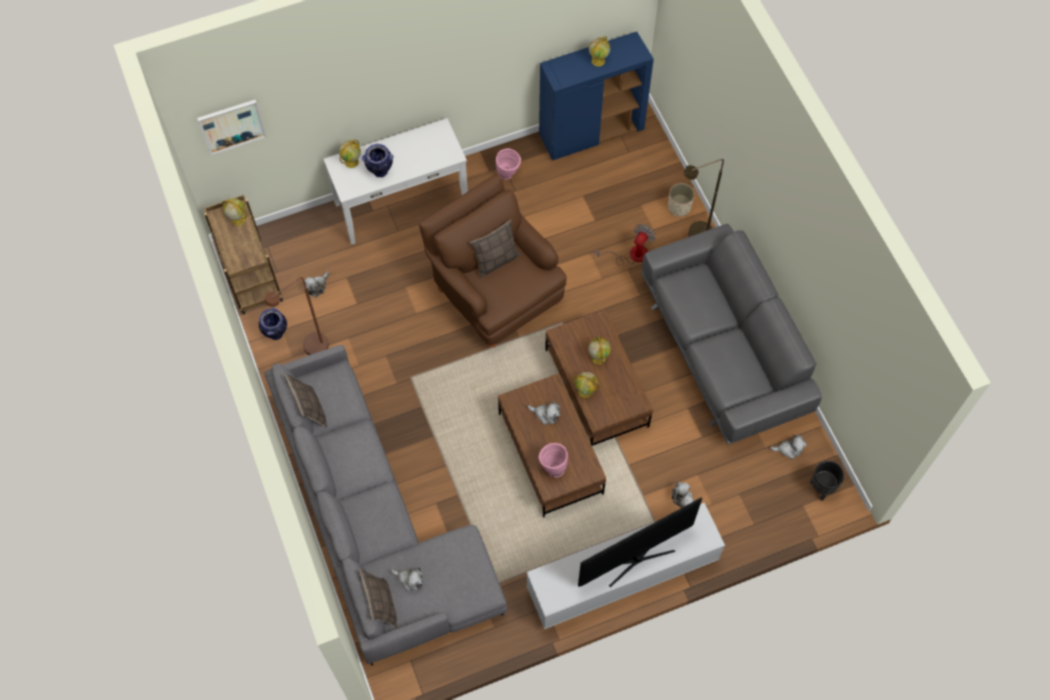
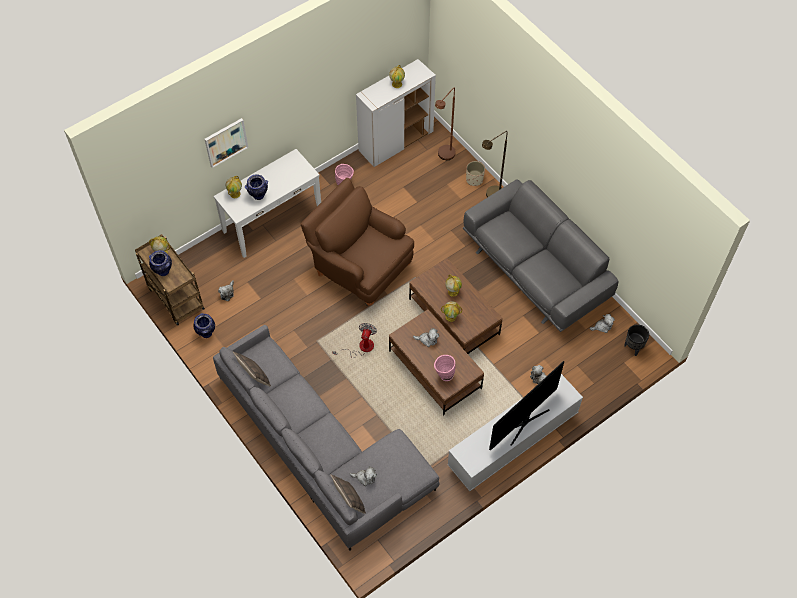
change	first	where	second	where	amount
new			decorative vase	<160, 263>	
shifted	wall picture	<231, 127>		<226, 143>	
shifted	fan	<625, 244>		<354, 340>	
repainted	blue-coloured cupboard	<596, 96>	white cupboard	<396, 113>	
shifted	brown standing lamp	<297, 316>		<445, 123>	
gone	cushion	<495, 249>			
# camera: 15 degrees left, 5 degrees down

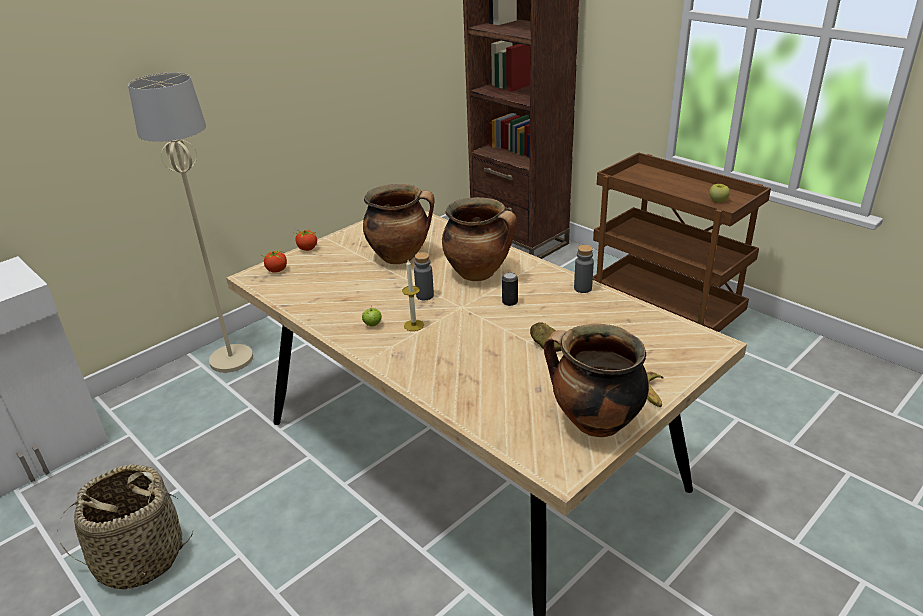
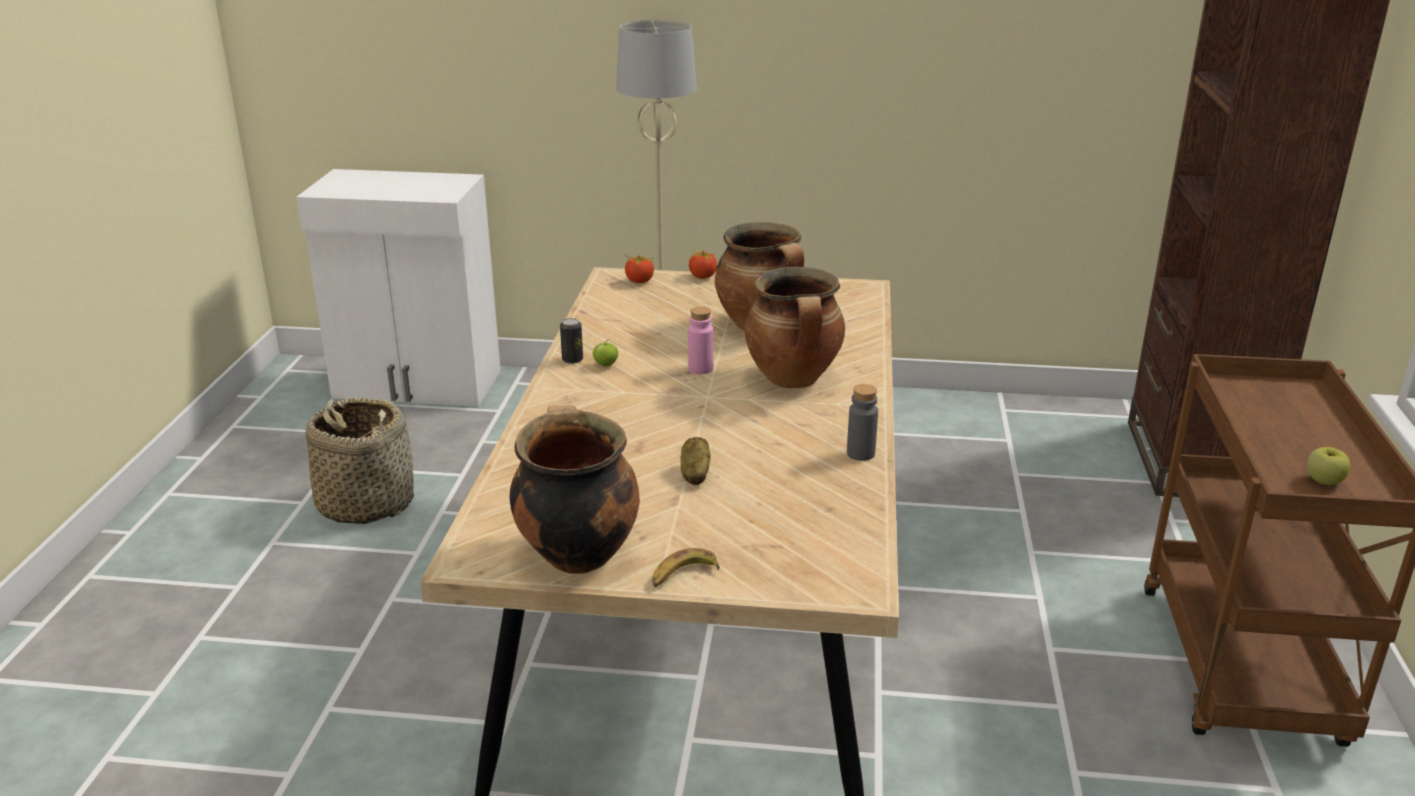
change	first	where	second	where	amount
shifted	can	<510, 289>		<571, 341>	
repainted	grey bottle	<424, 276>	pinkish bottle	<700, 340>	
gone	candle	<413, 295>			
# camera: 50 degrees right, 5 degrees down

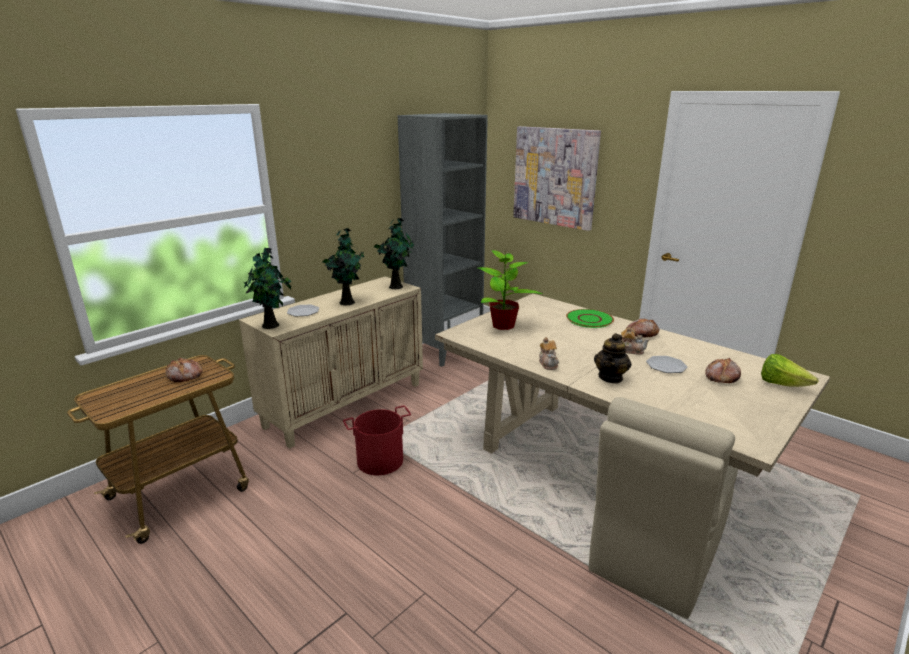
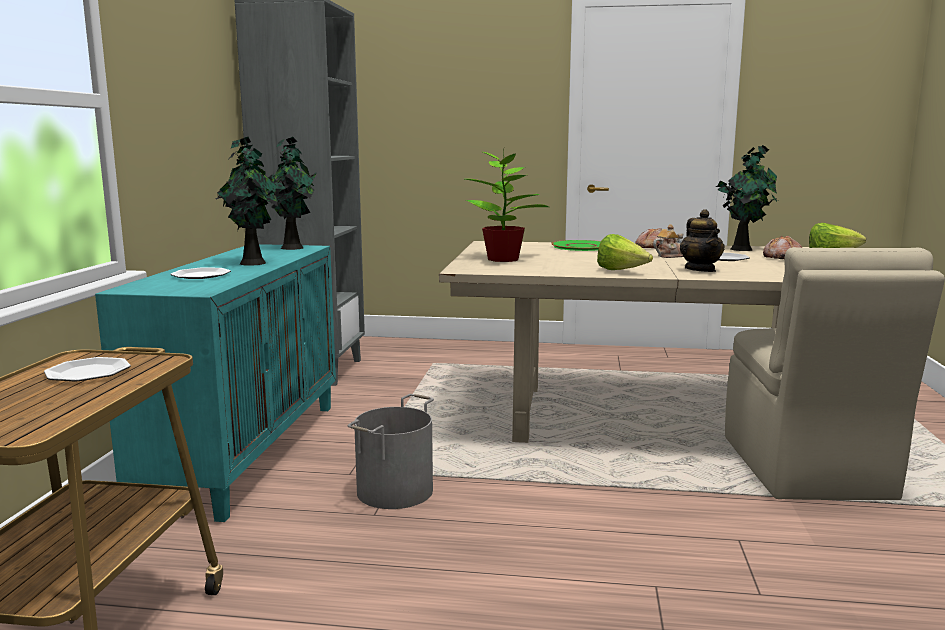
change	first	where	second	where	amount
swapped	baked bread	<184, 370>	dinner plate	<87, 369>	
repainted	sand-coloured cupboard	<331, 362>	blue-green cupboard	<215, 383>	
repainted	red-coloured bucket	<377, 440>	grey bucket	<391, 451>	
swapped	pot for tea	<549, 353>	lettuce	<625, 252>	
shifted	plant in a pot	<267, 288>		<747, 198>	
gone	wall picture	<557, 178>			
# camera: 35 degrees left, 10 degrees down

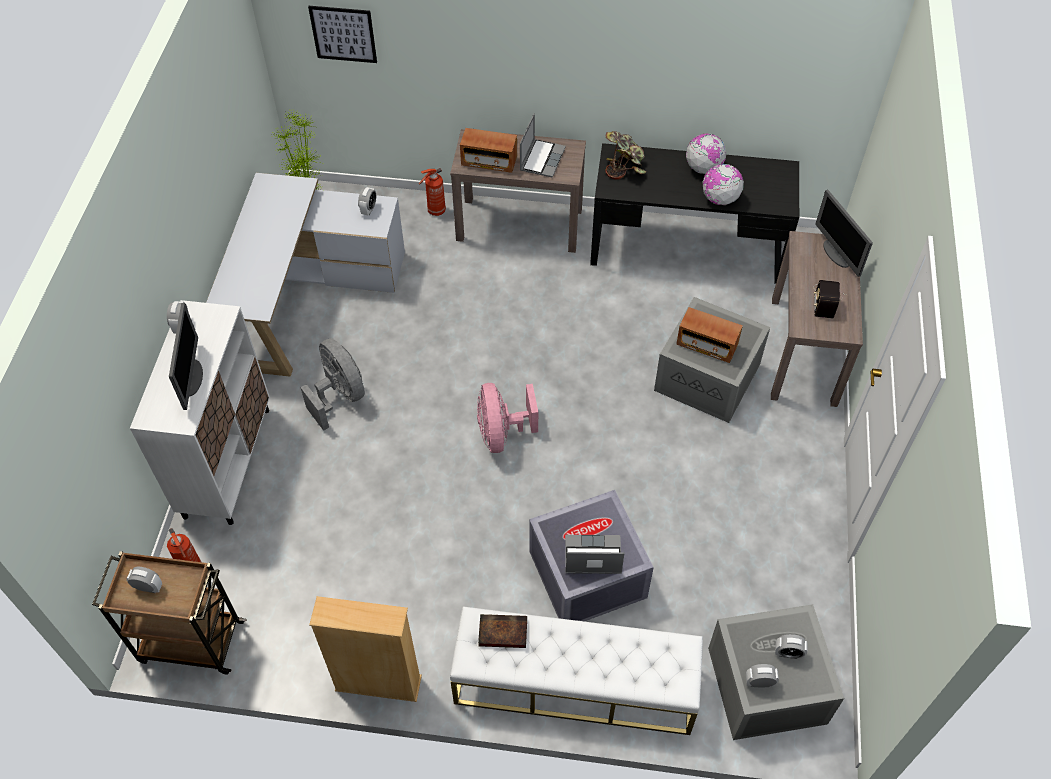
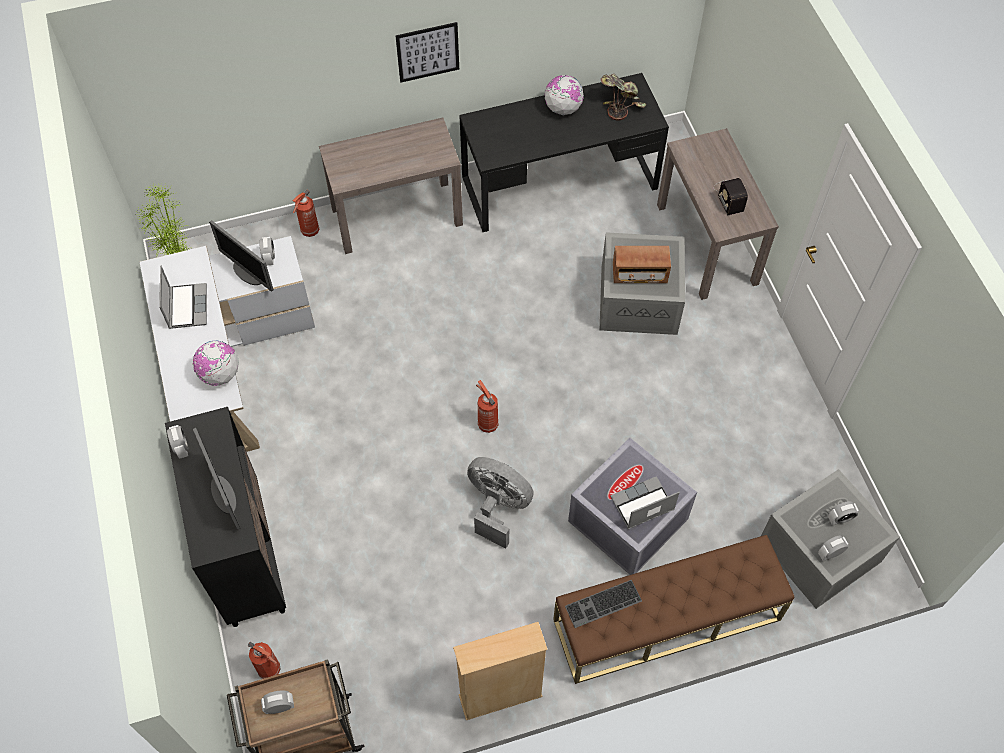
change	first	where	second	where	amount
shifted	portable computer	<543, 145>		<183, 297>	
repainted	white cupboard	<200, 412>	blackish cupboard	<225, 517>	
shifted	globe	<723, 184>		<216, 363>	
shifted	computer display	<844, 233>		<241, 256>	
shifted	wall picture	<342, 34>		<427, 52>	
shifted	grey fan	<332, 384>		<500, 503>	
swapped	pinkish fan	<507, 418>	fire-fighting cylinder	<487, 406>	
repainted	white indoor bench	<576, 671>	brown indoor bench	<673, 609>	
swapped	book	<502, 631>	keyboard	<603, 604>	
shifted	plant in a pot	<625, 155>		<623, 97>	
gone	radio set	<488, 150>			
# camera: 25 degrees left, 5 degrees up

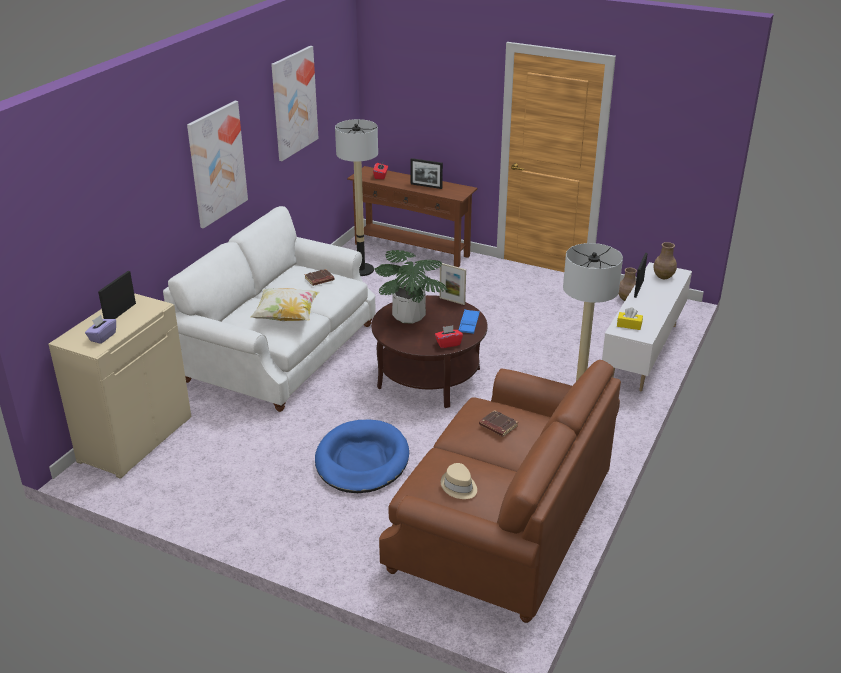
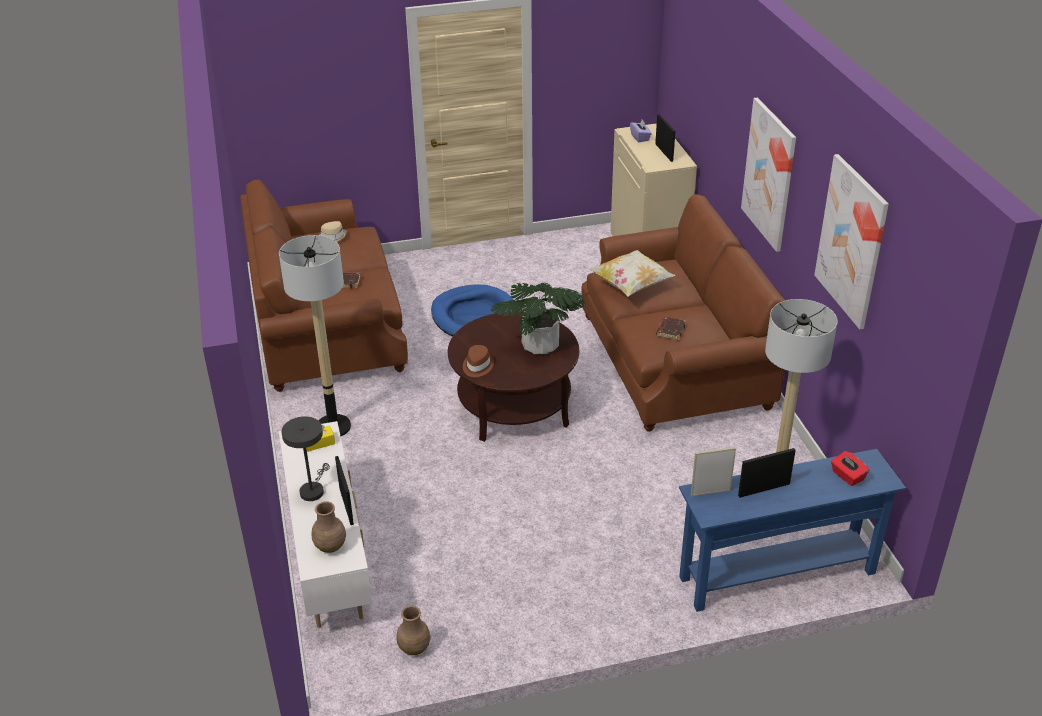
change	first	where	second	where	amount
new			grey table lamp	<305, 458>	
swapped	blue-coloured carrying tray	<469, 321>	brown clothing hat	<478, 361>	
repainted	white couch	<269, 309>	brown couch	<683, 313>	
repainted	brown hall table	<412, 216>	blue-coloured hall table	<792, 530>	
shifted	standing frame	<453, 284>		<713, 472>	
gone	red-coloured tissue box	<449, 336>			
# camera: 140 degrees right, 5 degrees up

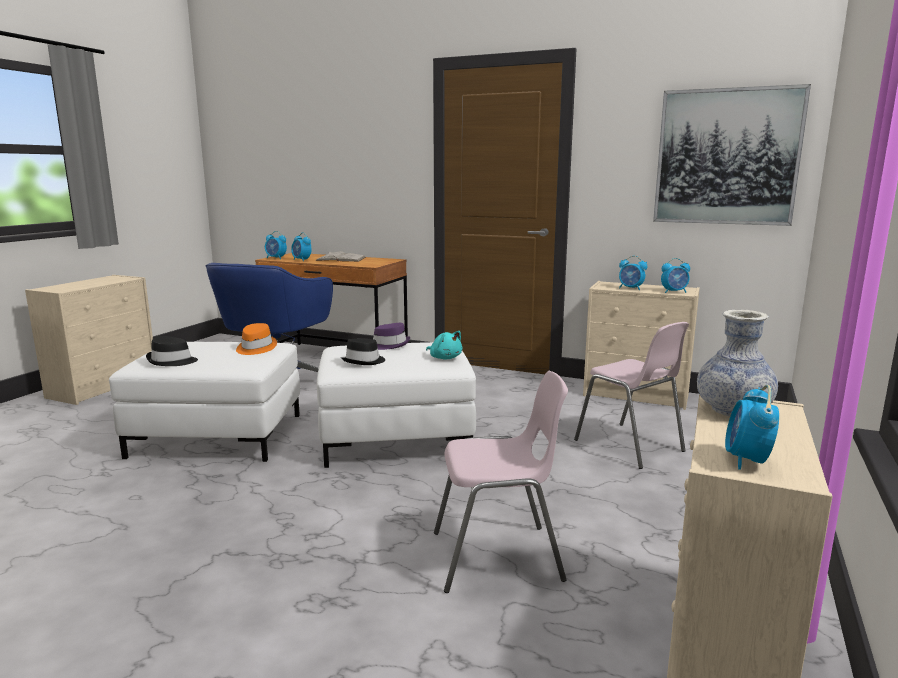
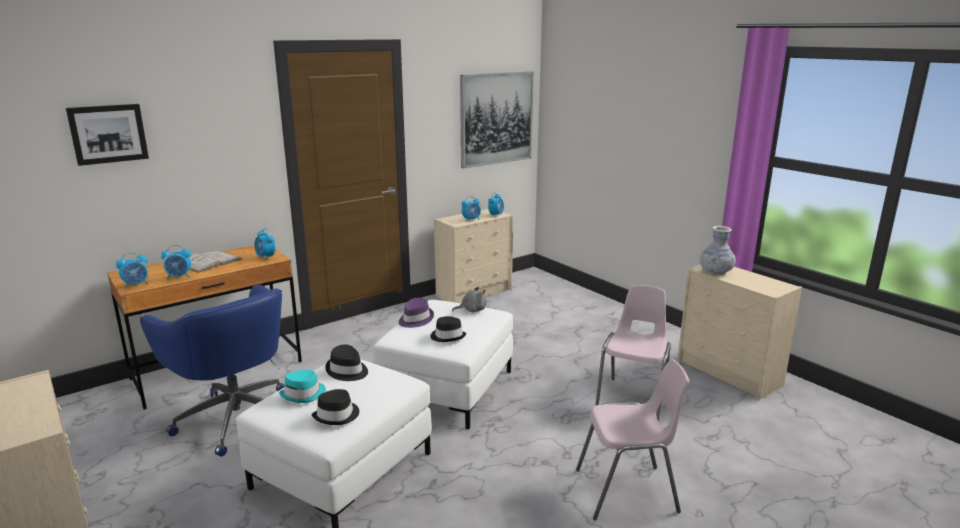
change	first	where	second	where	amount
new			wall picture	<107, 135>	
shifted	table clock	<752, 427>		<264, 244>	
new			blue-green clothing hat	<302, 386>	
repainted	orange-coloured clothing hat	<256, 339>	blackish clothing hat	<346, 362>	
repainted	blue-green soft toy	<444, 345>	grey soft toy	<469, 299>	
shifted	pinkish upright chair	<631, 395>		<633, 439>	
# camera: 60 degrees left, 5 degrees up

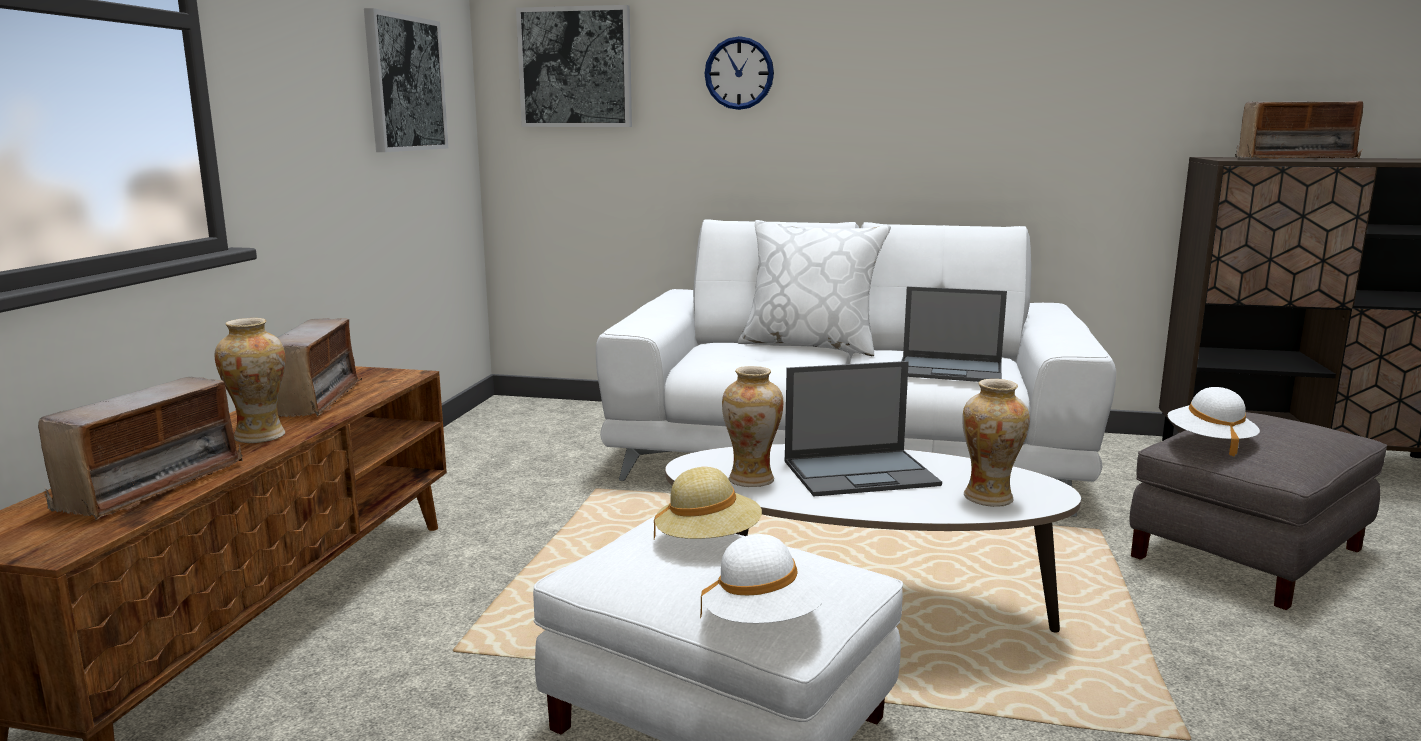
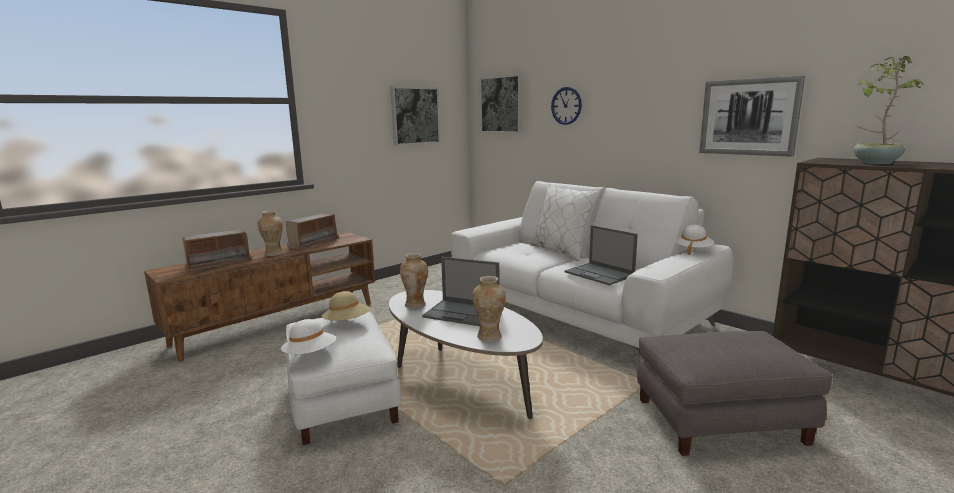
change	first	where	second	where	amount
shifted	white clothing hat	<1214, 421>		<694, 240>	
new			wall picture	<752, 116>	
swapped	radio set	<1299, 129>	plant in a pot	<888, 110>	
# camera: 35 degrees right, 0 degrees up

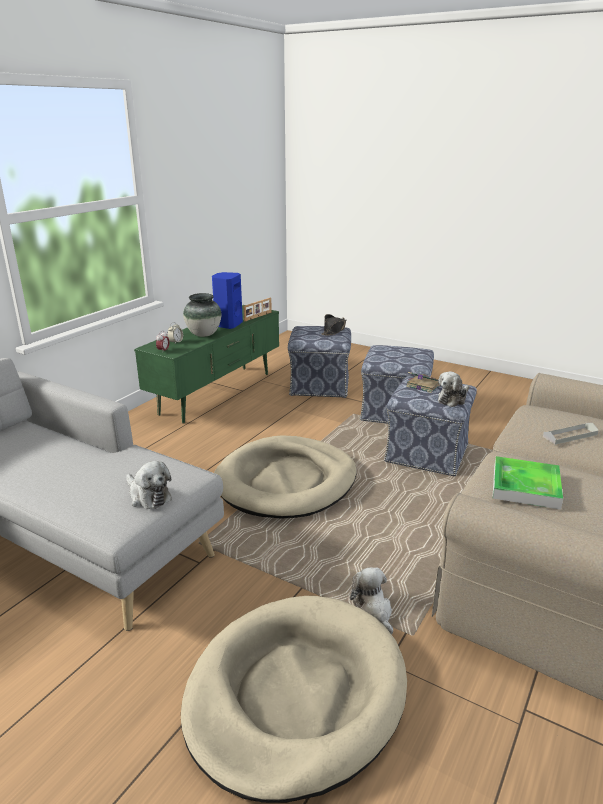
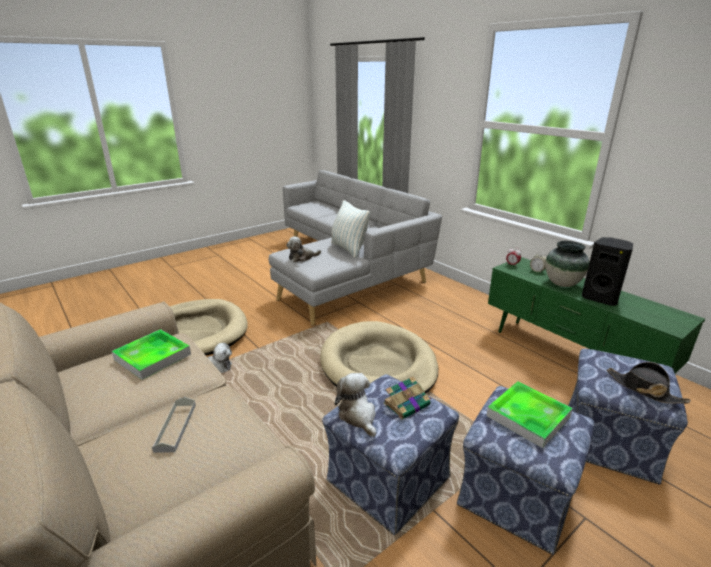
change	first	where	second	where	amount
new			cushion	<350, 229>	
new			carrying tray	<529, 414>	
repainted	blue-coloured speaker	<227, 300>	blackish speaker	<607, 271>	
gone	standing frame	<257, 309>			
# camera: 110 degrees right, 0 degrees up

